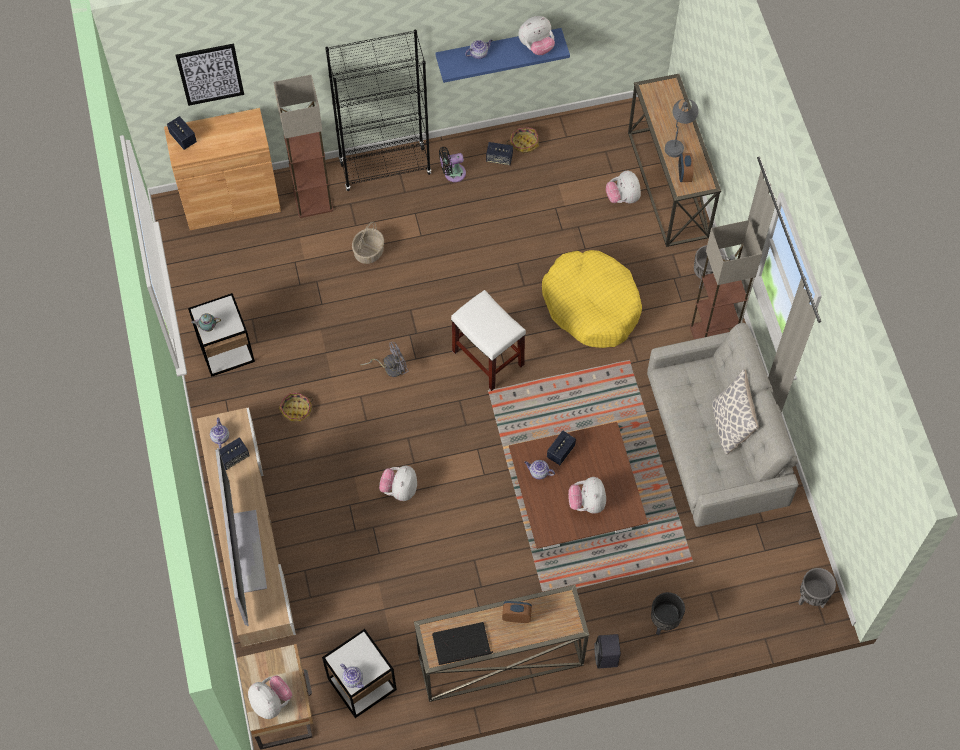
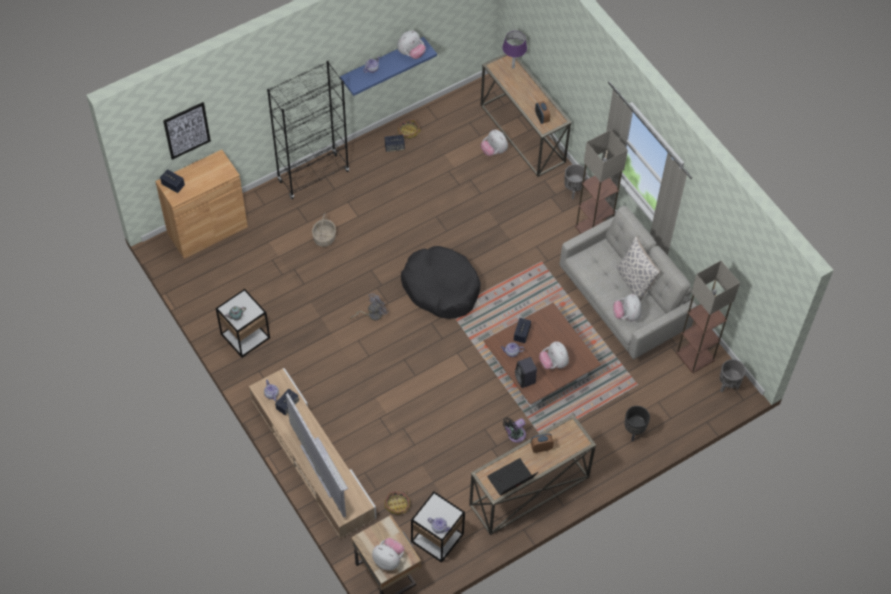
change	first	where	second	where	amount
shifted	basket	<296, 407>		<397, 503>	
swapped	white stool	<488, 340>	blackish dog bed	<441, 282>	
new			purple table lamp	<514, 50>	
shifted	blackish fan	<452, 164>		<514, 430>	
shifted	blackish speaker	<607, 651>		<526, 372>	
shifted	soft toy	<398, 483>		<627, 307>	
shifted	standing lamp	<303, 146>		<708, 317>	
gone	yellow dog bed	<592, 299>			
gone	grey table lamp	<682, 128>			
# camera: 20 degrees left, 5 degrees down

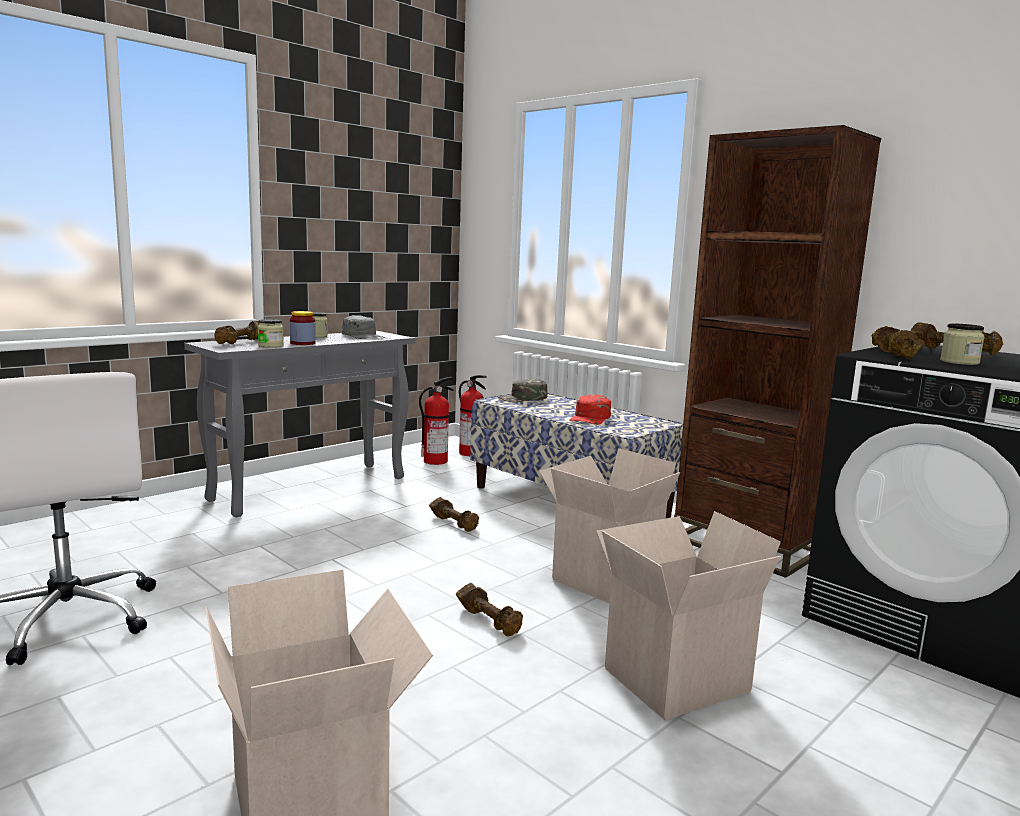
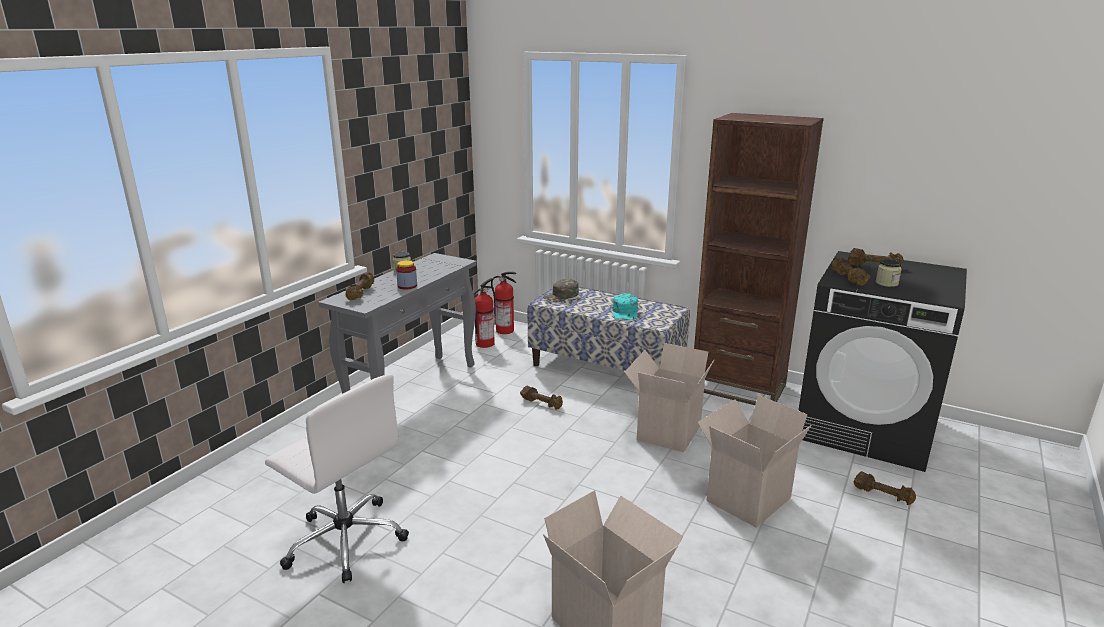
change	first	where	second	where	amount
repainted	red-coloured peaked cap	<590, 409>	blue-green peaked cap	<625, 306>	
shifted	brown free weight	<489, 609>		<884, 488>	
gone	jar	<271, 333>			
gone	grey peaked cap	<363, 327>			
# camera: 15 degrees left, 10 degrees up

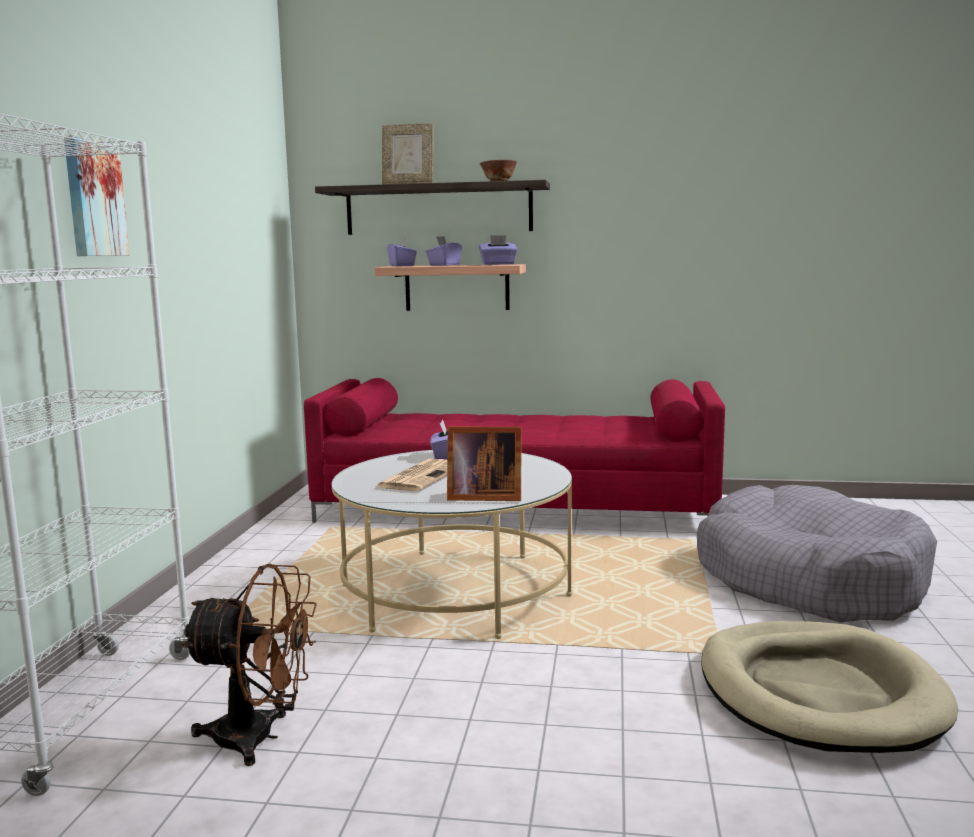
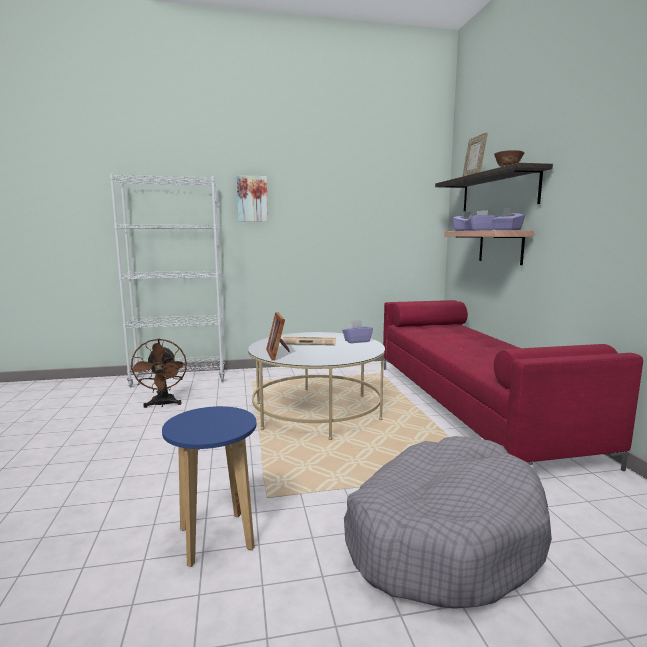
change	first	where	second	where	amount
swapped	sand-coloured dog bed	<830, 687>	blue-coloured stool	<209, 486>	
# camera: 70 degrees right, 0 degrees up

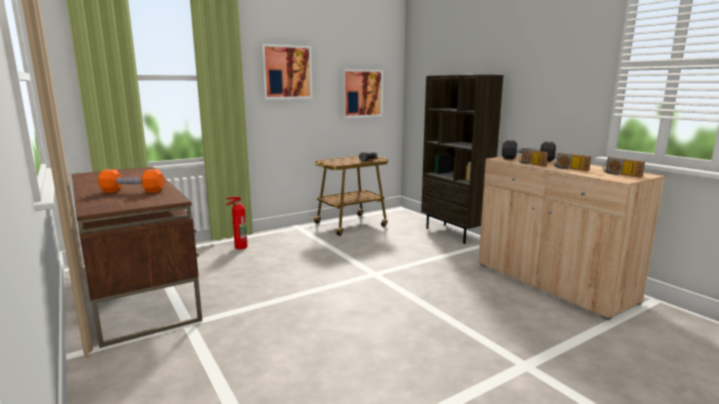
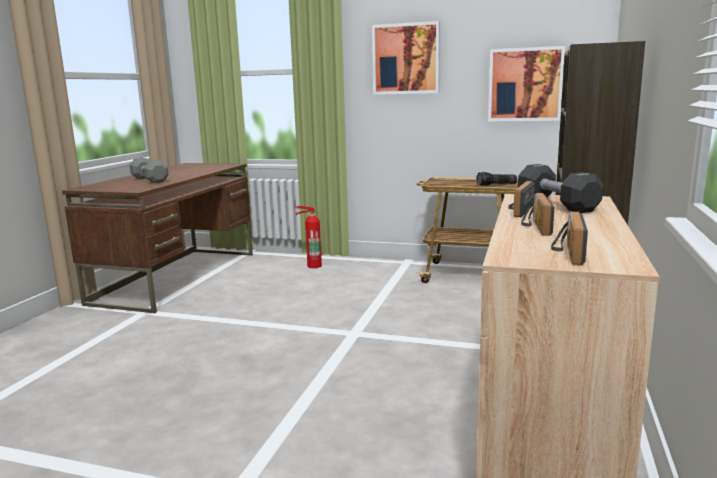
change	first	where	second	where	amount
repainted	orange-coloured free weight	<131, 181>	grey free weight	<149, 170>	
# camera: 50 degrees right, 0 degrees up

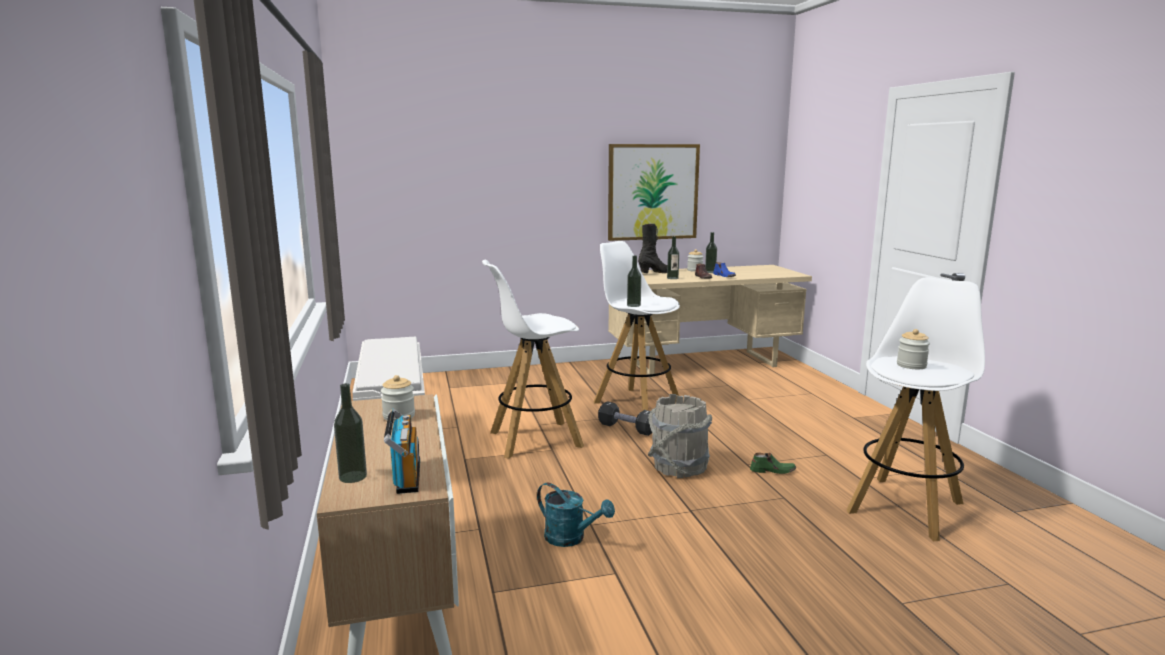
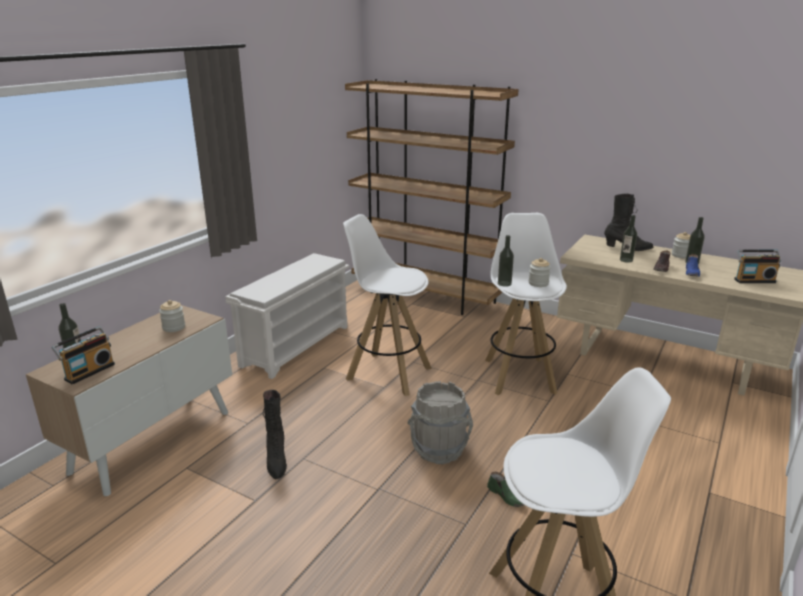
change	first	where	second	where	amount
swapped	blue-green watering can	<576, 514>	blackish boot	<275, 434>	
new			brown bookshelf	<432, 197>	
shifted	jar	<913, 349>		<540, 272>	
new			radio set	<757, 266>	
gone	blackish free weight	<626, 418>			
gone	wall picture	<654, 192>			
# camera: 45 degrees right, 10 degrees up

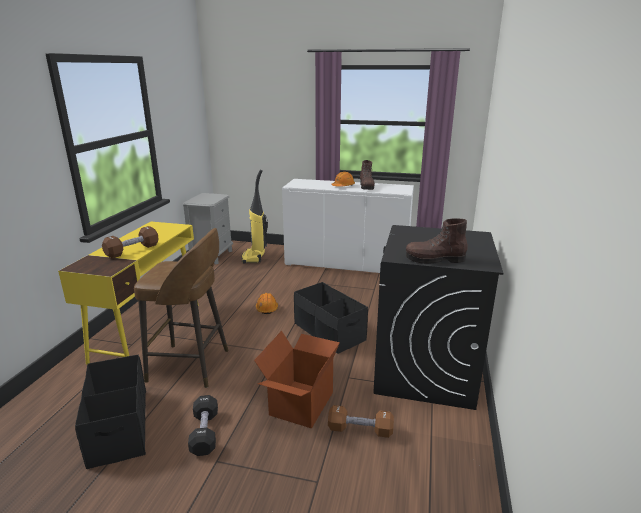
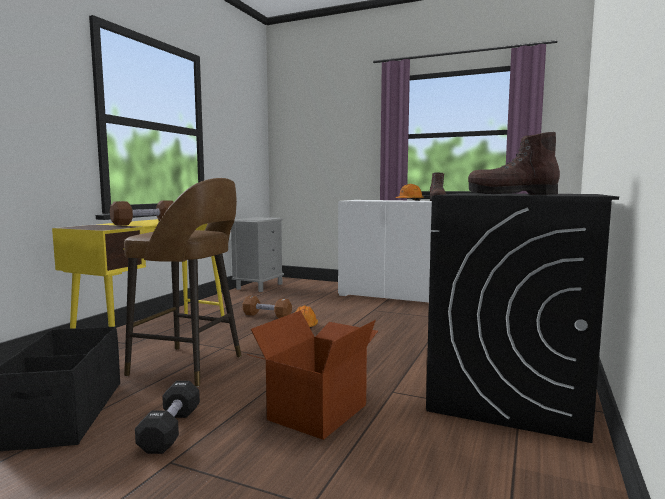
change	first	where	second	where	amount
shifted	brown free weight	<361, 421>		<267, 307>	
gone	hoover	<255, 217>			
gone	blackish storage bin	<331, 318>			
# camera: 10 degrees right, 15 degrees down

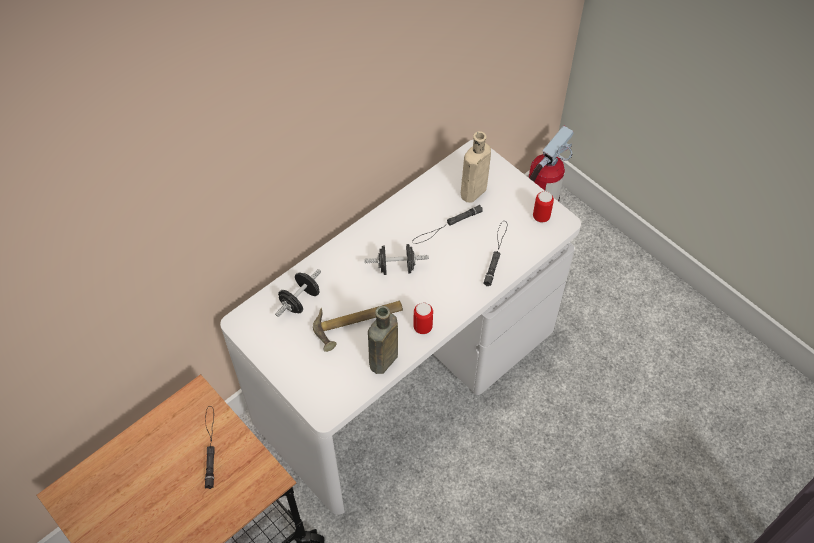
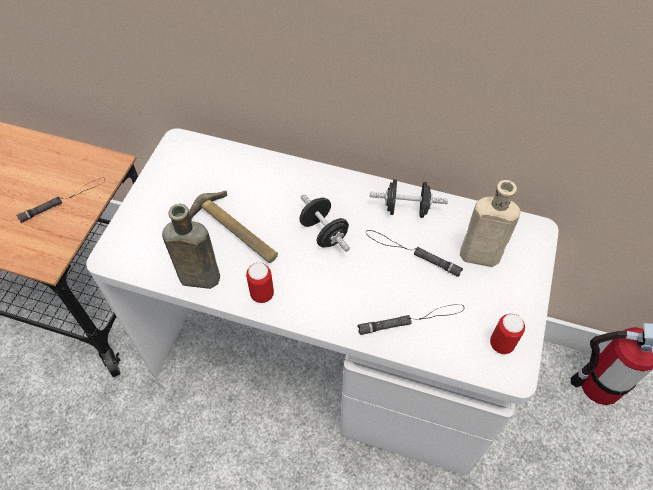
change	first	where	second	where	amount
shifted	blackish free weight	<298, 293>		<408, 198>	
# camera: 60 degrees right, 0 degrees up

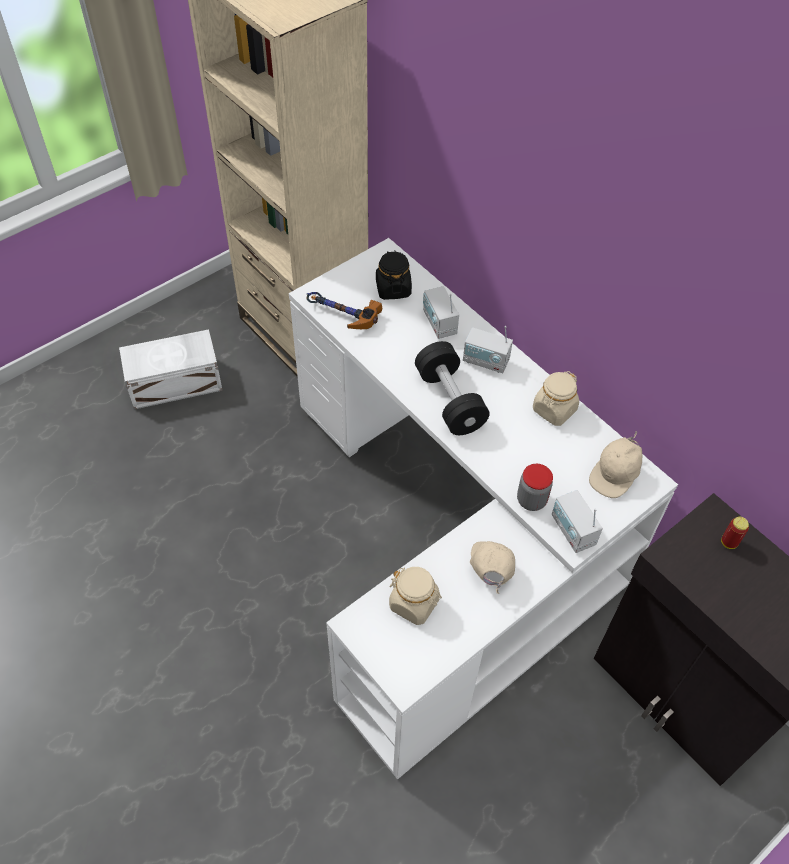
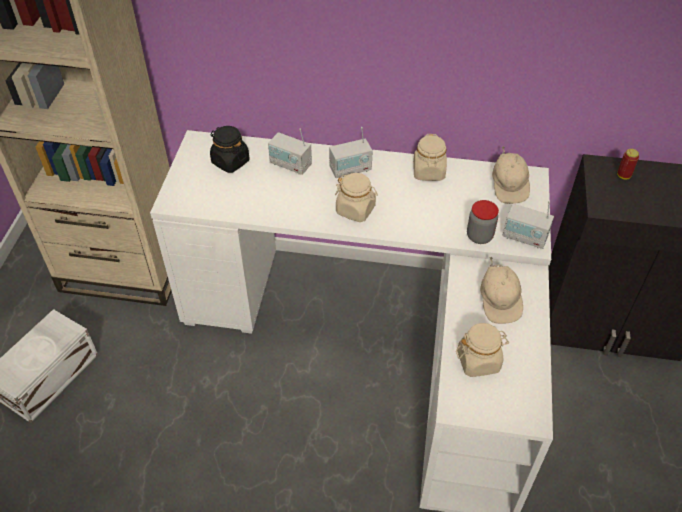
change	first	where	second	where	amount
swapped	blackish free weight	<452, 388>	sand-coloured jar	<356, 197>	
rotated	sand-coloured peaked cap	<492, 567>		<501, 290>	150 degrees counterclockwise
gone	hammer	<344, 310>			
# camera: 40 degrees left, 5 degrees down

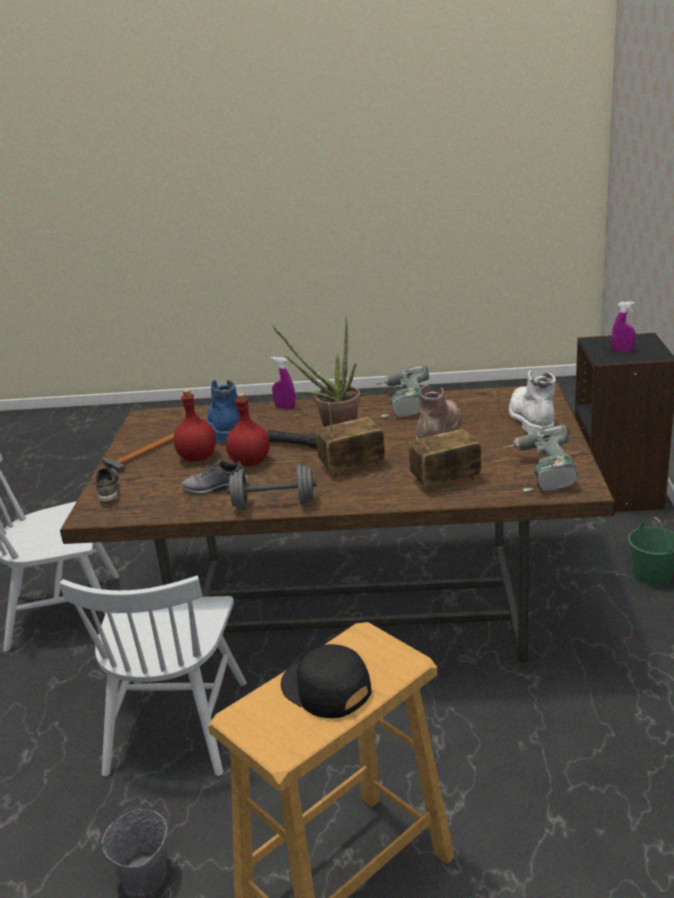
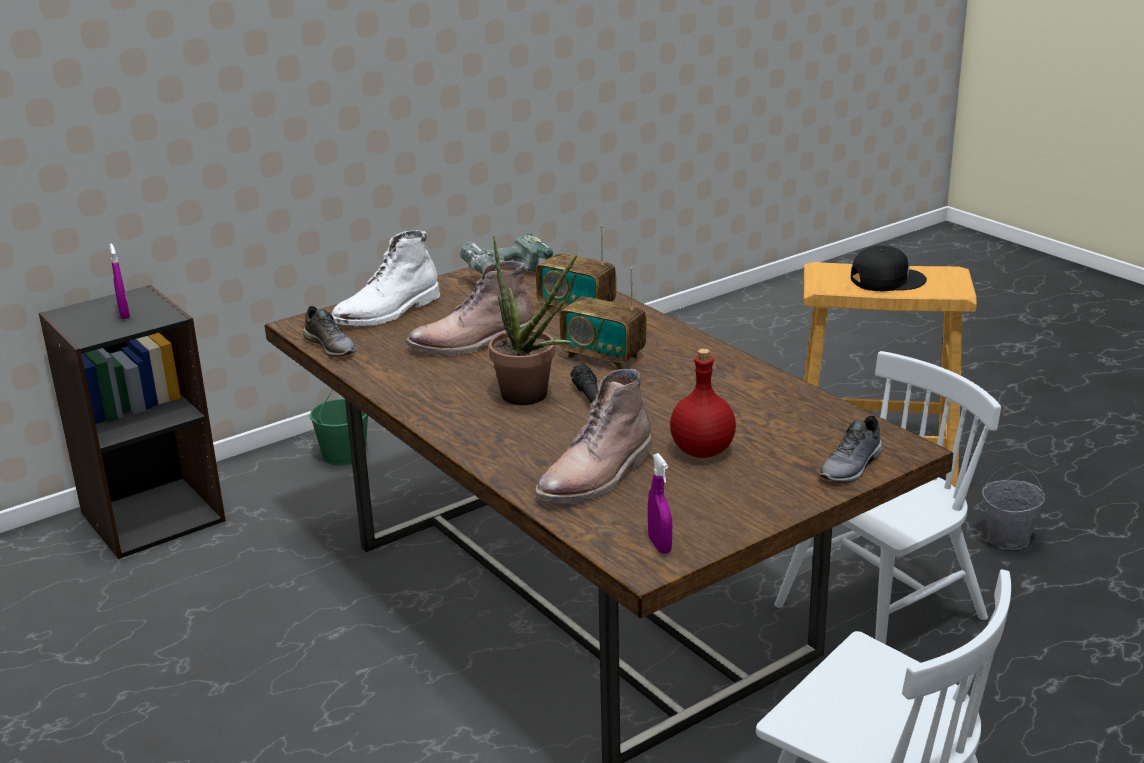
change	first	where	second	where	amount
shifted	grey shoe	<214, 476>		<329, 331>	
repainted	blue-coloured boot	<223, 411>	brown boot	<594, 436>	
shifted	purple sprayer	<283, 383>		<660, 503>	
rotated	blackish peaked cap	<326, 681>		<889, 268>	105 degrees counterclockwise
gone	hammer	<138, 453>			
gone	red-coloured bottle	<248, 429>			
gone	grey free weight	<271, 487>			
gone	power drill	<402, 391>			
# camera: 130 degrees left, 0 degrees up

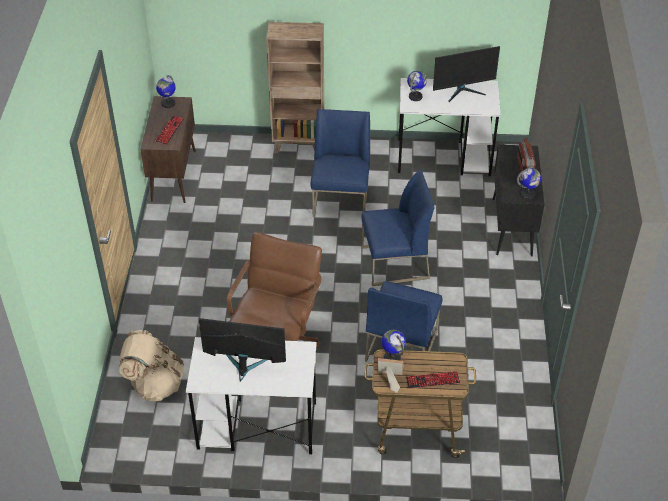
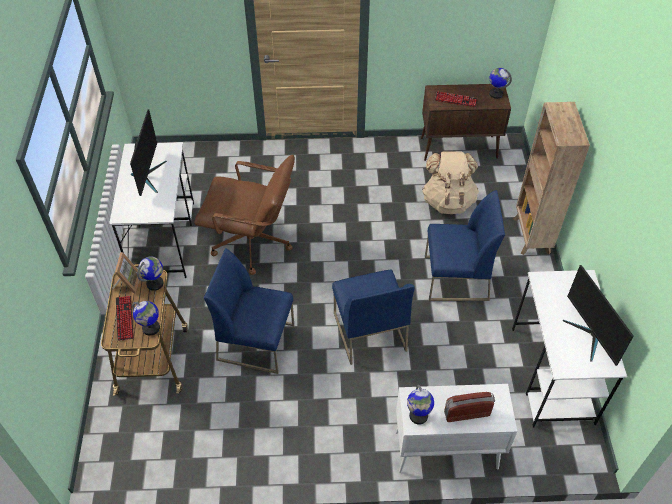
change	first	where	second	where	amount
shifted	globe	<417, 86>		<146, 318>	
repainted	blackish cupboard	<519, 201>	white cupboard	<456, 428>	
shifted	sand-coloured backpack	<151, 365>		<450, 182>	
# camera: 85 degrees right, 5 degrees up

